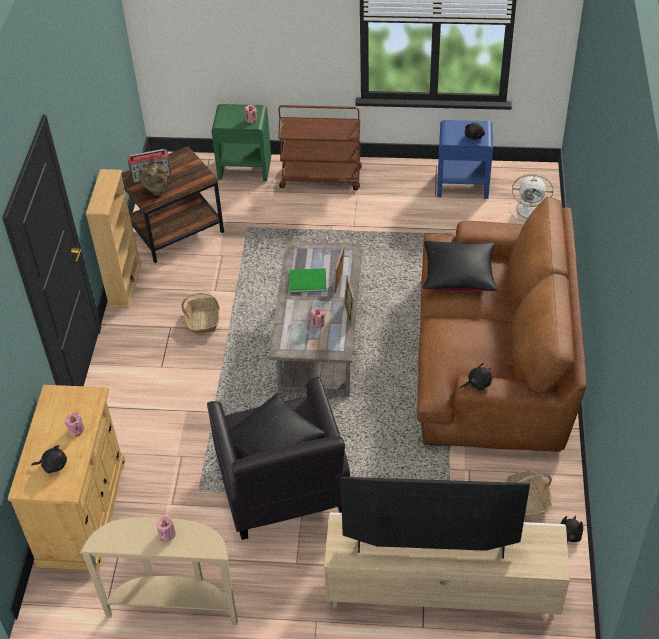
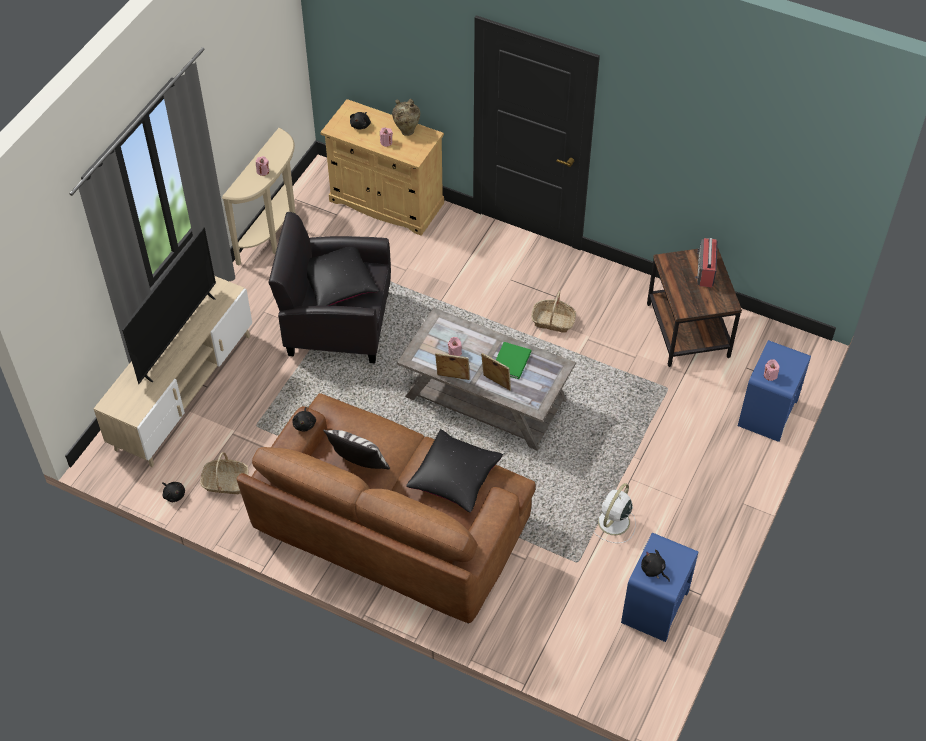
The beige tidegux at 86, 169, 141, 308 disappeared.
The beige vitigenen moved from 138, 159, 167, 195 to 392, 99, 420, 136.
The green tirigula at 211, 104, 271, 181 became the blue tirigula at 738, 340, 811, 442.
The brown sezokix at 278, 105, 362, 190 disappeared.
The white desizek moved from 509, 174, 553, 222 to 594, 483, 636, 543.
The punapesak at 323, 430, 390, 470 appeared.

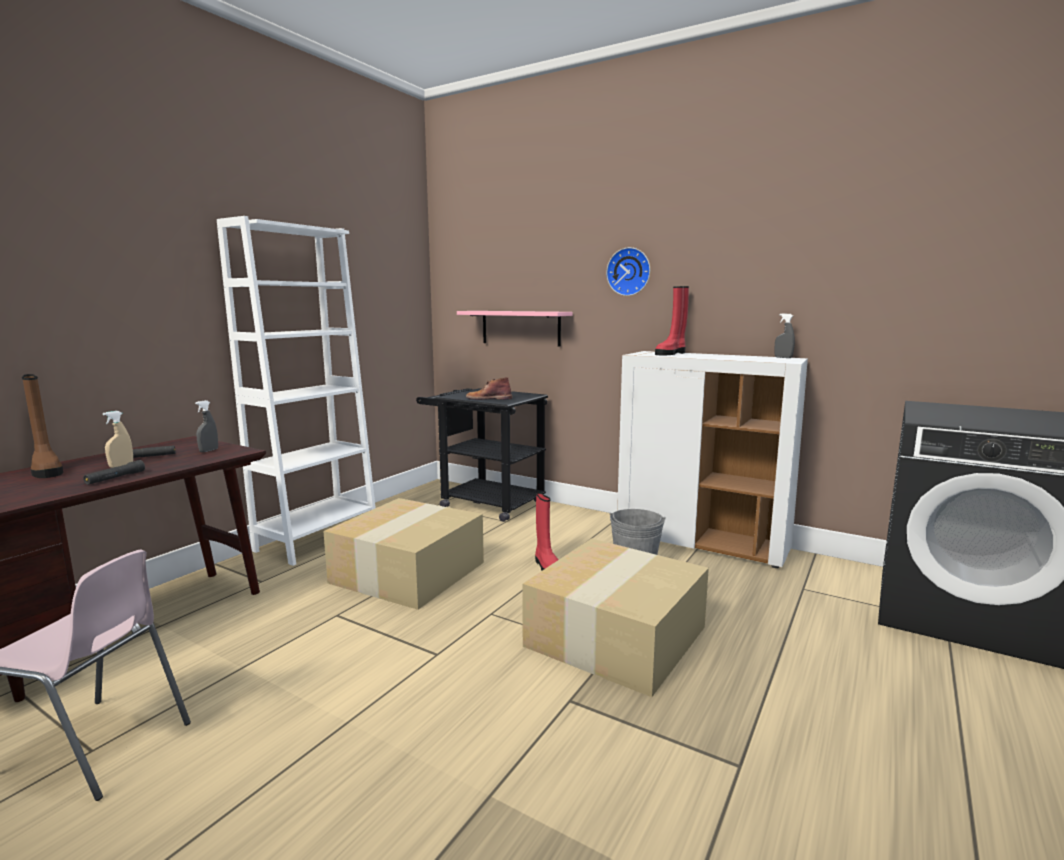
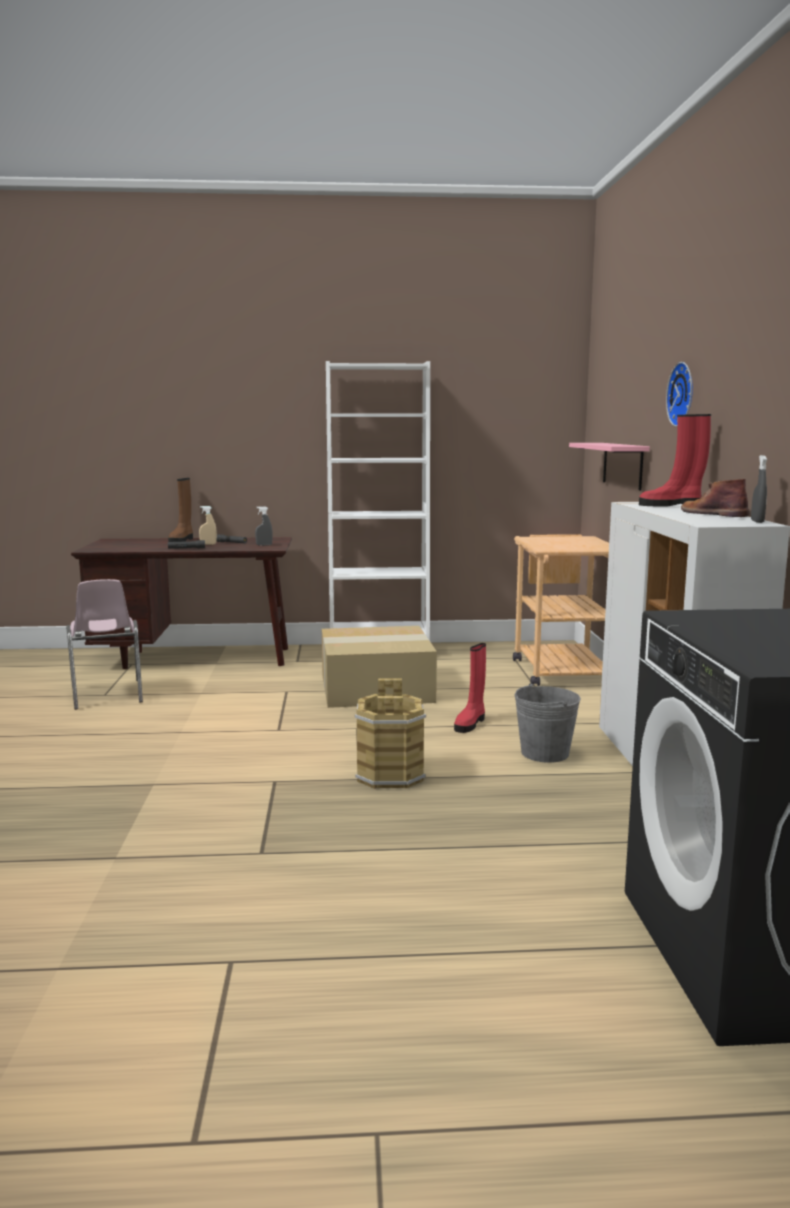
The black sezokix at 416, 388, 548, 522 became the beige sezokix at 513, 534, 609, 686.
The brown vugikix moved from 466, 377, 512, 400 to 681, 479, 750, 517.
The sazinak at 522, 538, 709, 697 was replaced by the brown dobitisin at 355, 679, 426, 789.

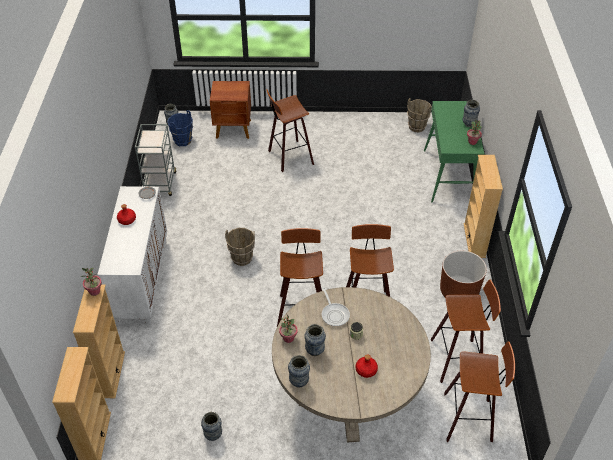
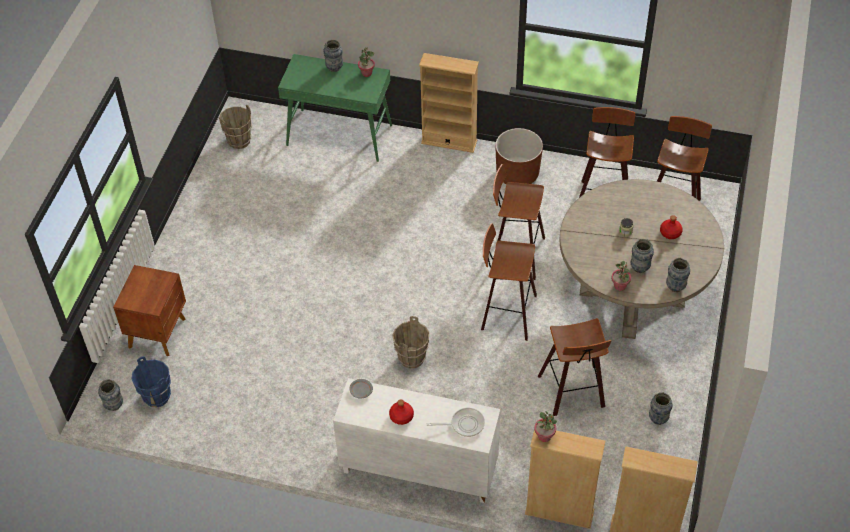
The grey sezokix at 135, 124, 176, 196 disappeared.
The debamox moved from 266, 89, 314, 172 to 538, 318, 611, 416.
The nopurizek moved from 322, 287, 350, 327 to 427, 408, 485, 437.

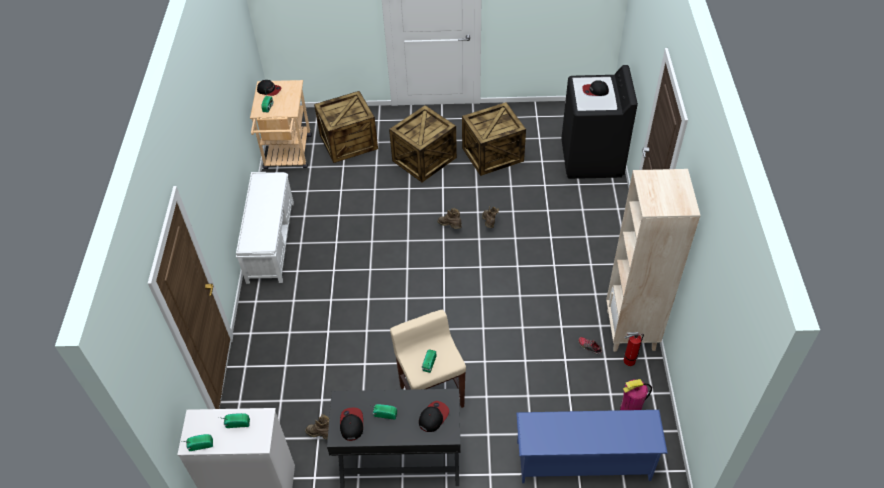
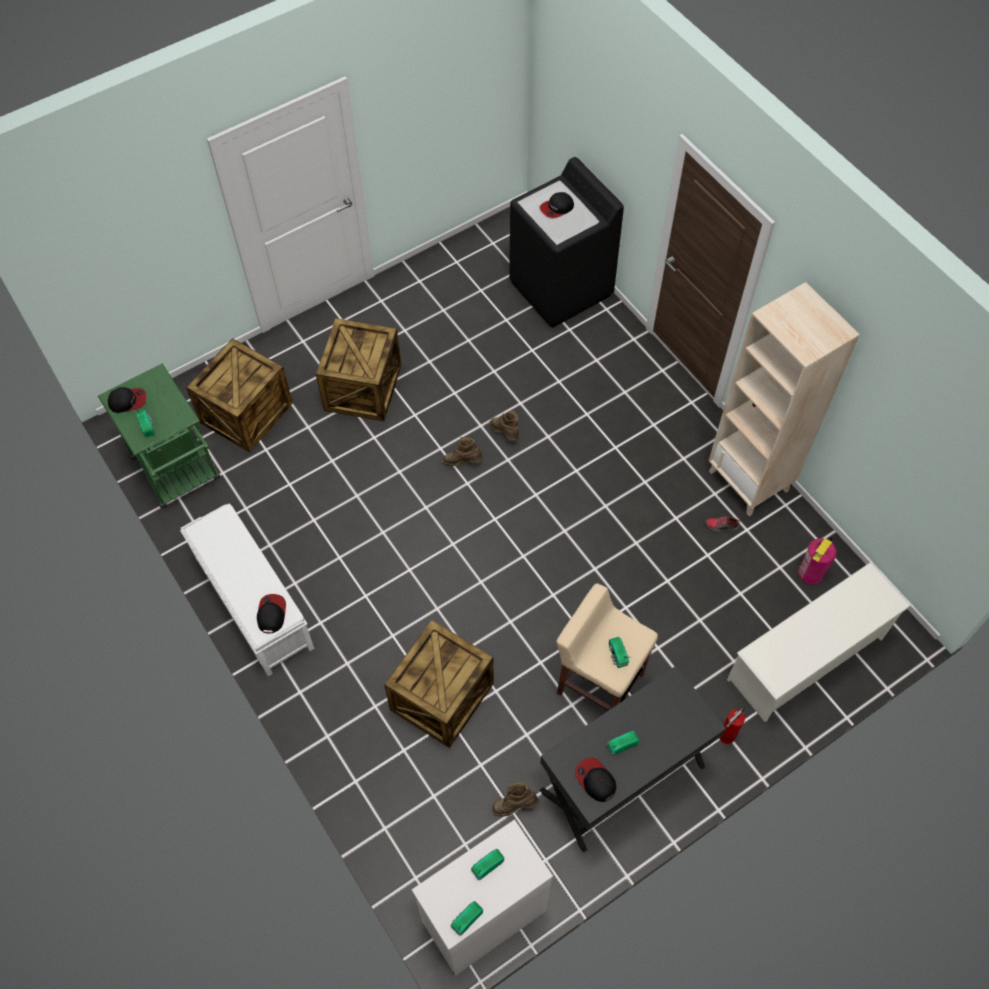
The beige sezokix at 250, 80, 312, 169 became the green sezokix at 98, 364, 220, 509.
The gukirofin moved from 419, 401, 449, 432 to 257, 594, 286, 634.
The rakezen moved from 462, 102, 526, 176 to 384, 620, 494, 748.
The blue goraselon at 516, 410, 668, 483 became the white goraselon at 727, 562, 910, 722.
The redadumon moved from 624, 331, 644, 366 to 719, 707, 745, 744.

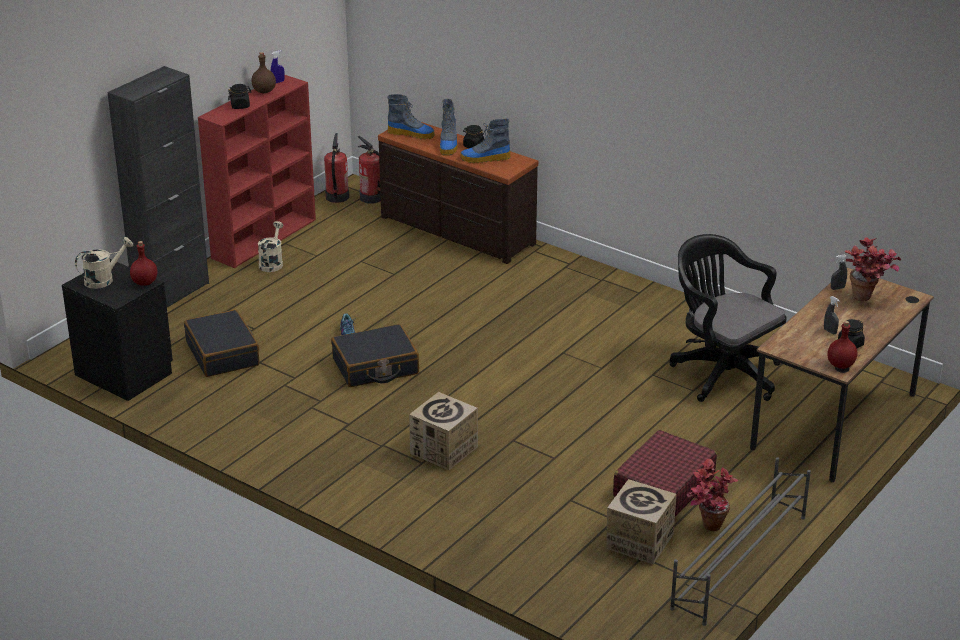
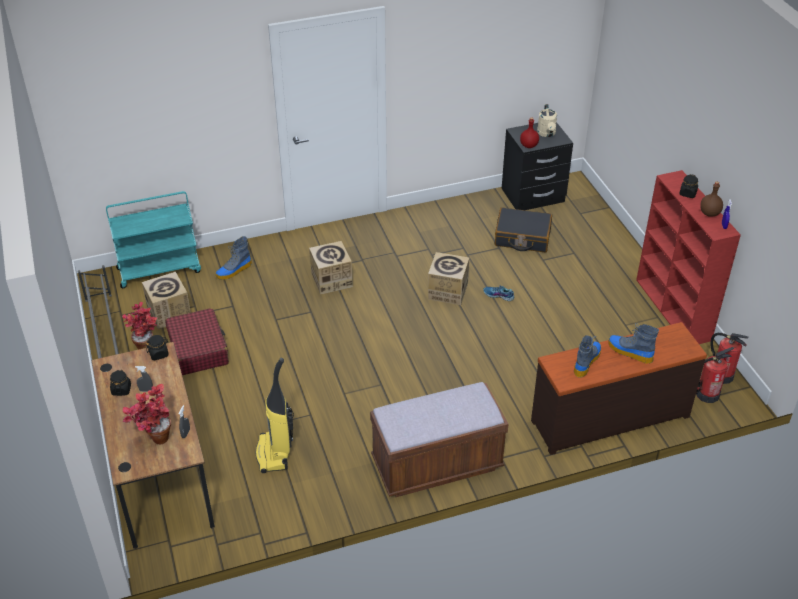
The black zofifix at 107, 66, 209, 307 disappeared.
The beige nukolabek at 258, 221, 284, 272 disappeared.
The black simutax at 331, 324, 419, 387 was replaced by the sazinak at 428, 252, 469, 305.
The vugikix moved from 387, 94, 435, 140 to 216, 236, 252, 280.
The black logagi moved from 463, 125, 484, 148 to 146, 335, 169, 361.
The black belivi at 670, 234, 787, 402 was replaced by the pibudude at 255, 358, 294, 473.
The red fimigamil at 827, 321, 857, 369 disappeared.
The turquoise sezokix at 106, 191, 201, 288 appeared.
The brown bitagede at 370, 382, 509, 497 appeared.

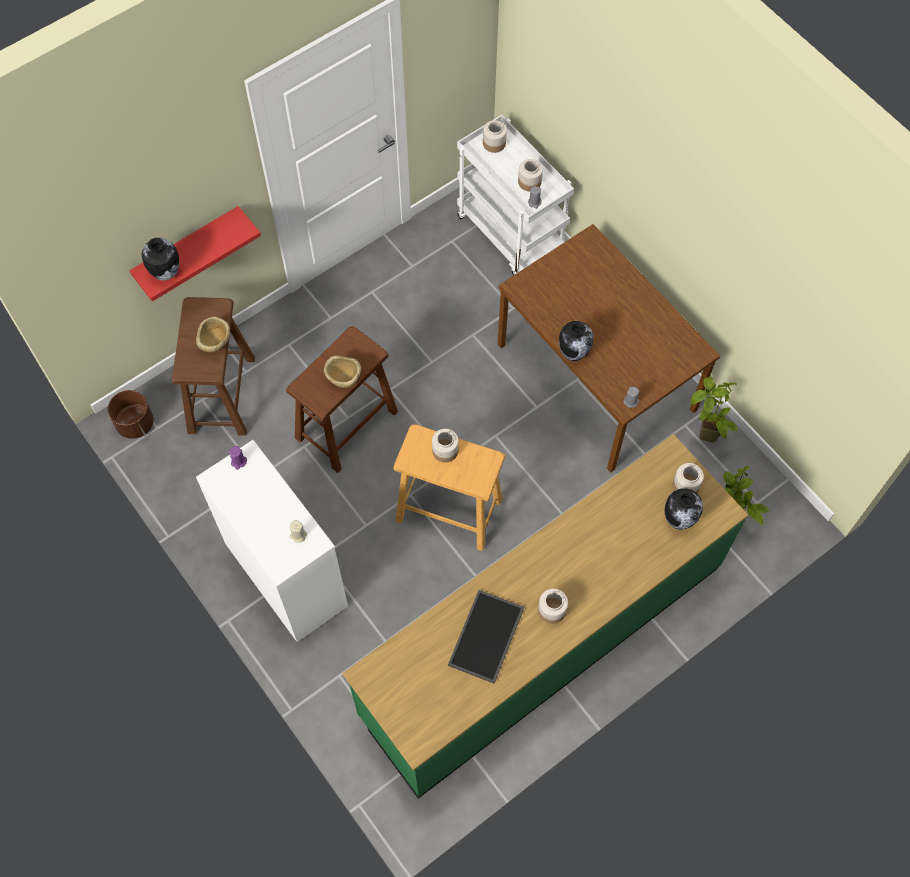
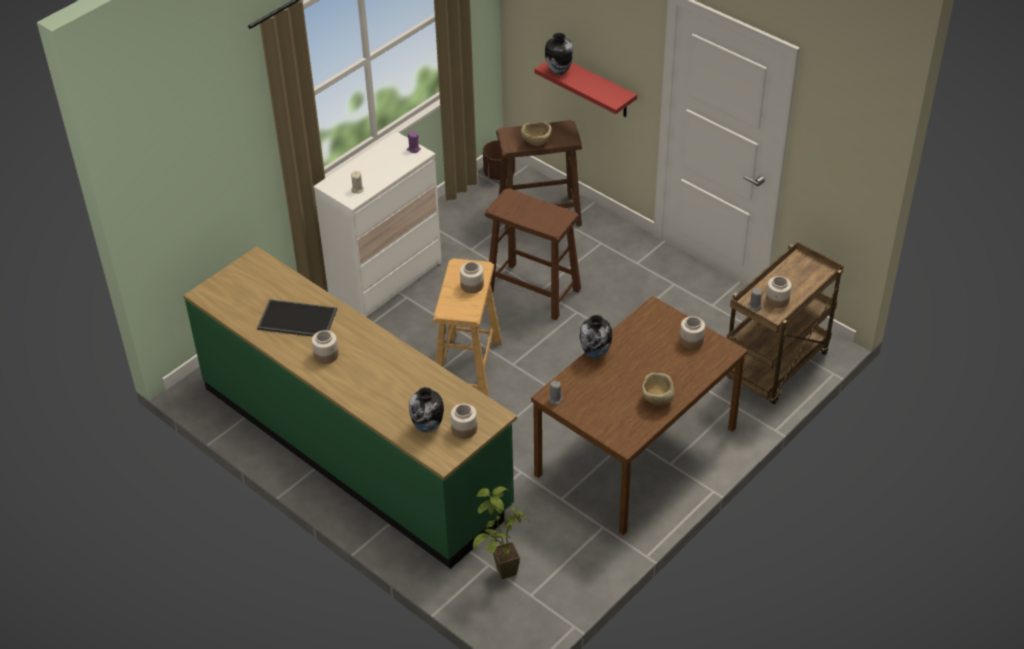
The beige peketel moved from 324, 355, 361, 388 to 642, 373, 675, 405.
The white sezokix at 457, 115, 574, 276 became the brown sezokix at 726, 241, 844, 404.
The logagi moved from 483, 120, 507, 153 to 680, 316, 705, 349.
The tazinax at 691, 377, 738, 443 disappeared.

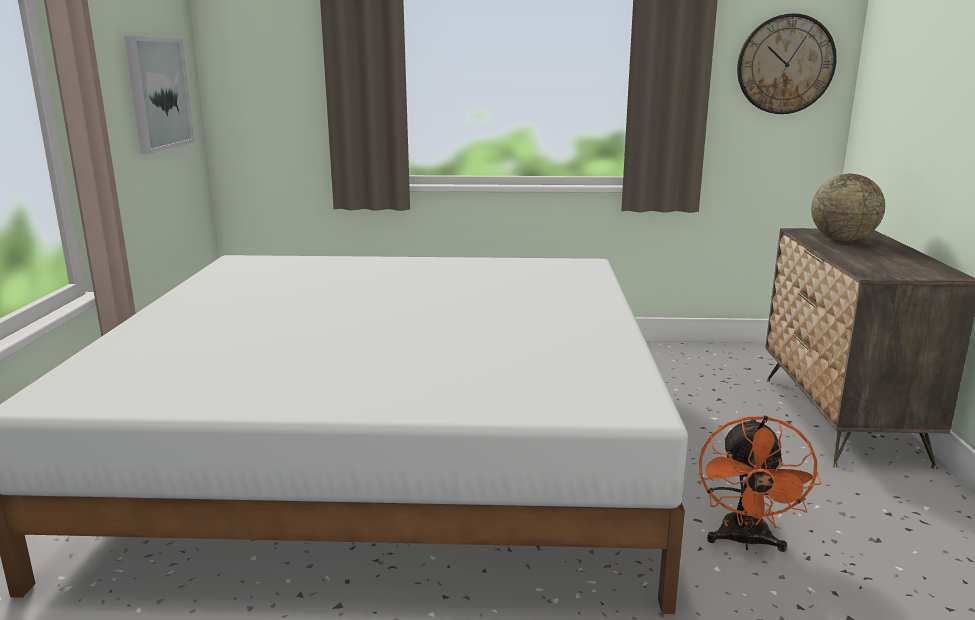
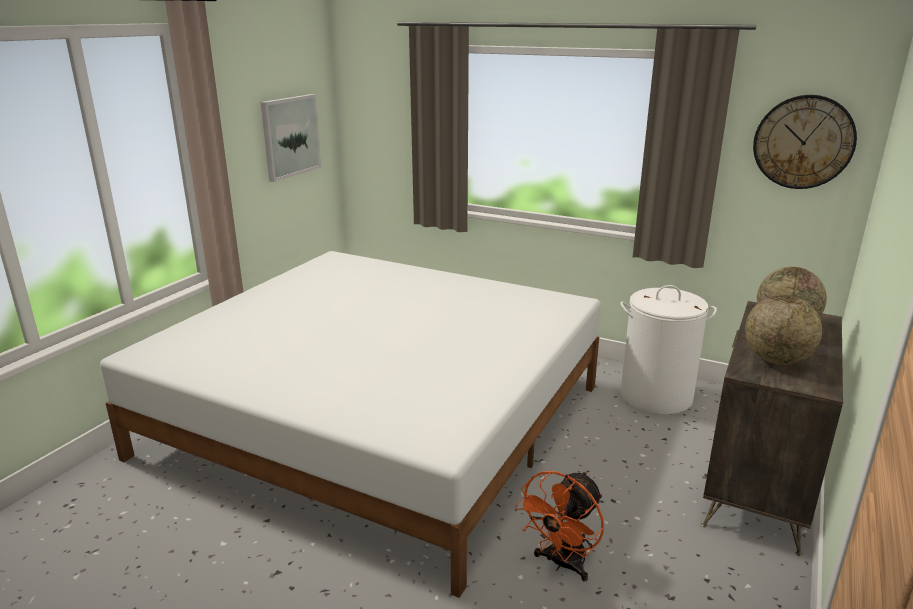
The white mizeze at 621, 285, 717, 414 appeared.
The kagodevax at 745, 295, 822, 365 appeared.

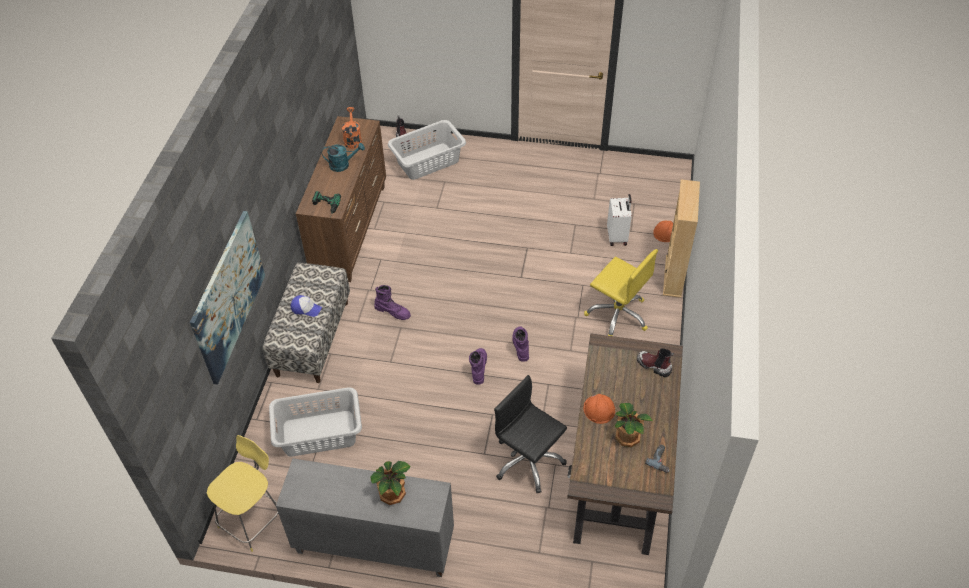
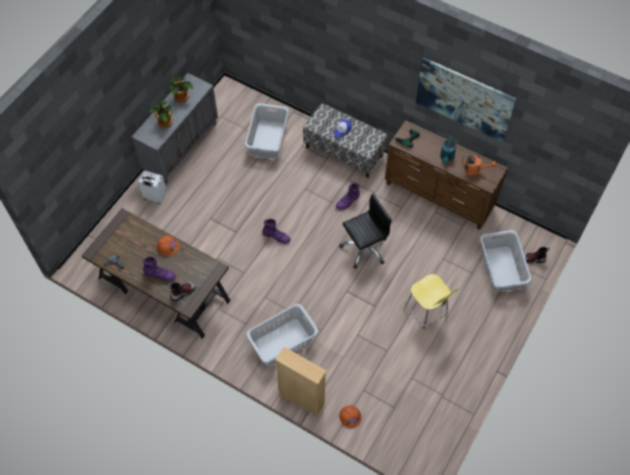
The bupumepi moved from 190, 211, 265, 385 to 416, 58, 517, 142.
The yellow debamox moved from 207, 435, 278, 552 to 404, 274, 458, 332.
The black belivi moved from 494, 375, 567, 493 to 339, 194, 392, 269.
The purple vugikix moved from 512, 326, 529, 362 to 143, 256, 176, 281.
The yellow belivi at 584, 249, 658, 336 was replaced by the grey mizeze at 246, 304, 319, 365.
The white simutax moved from 607, 194, 632, 246 to 138, 171, 167, 204.
The tazinax moved from 615, 403, 653, 447 to 169, 77, 193, 103.

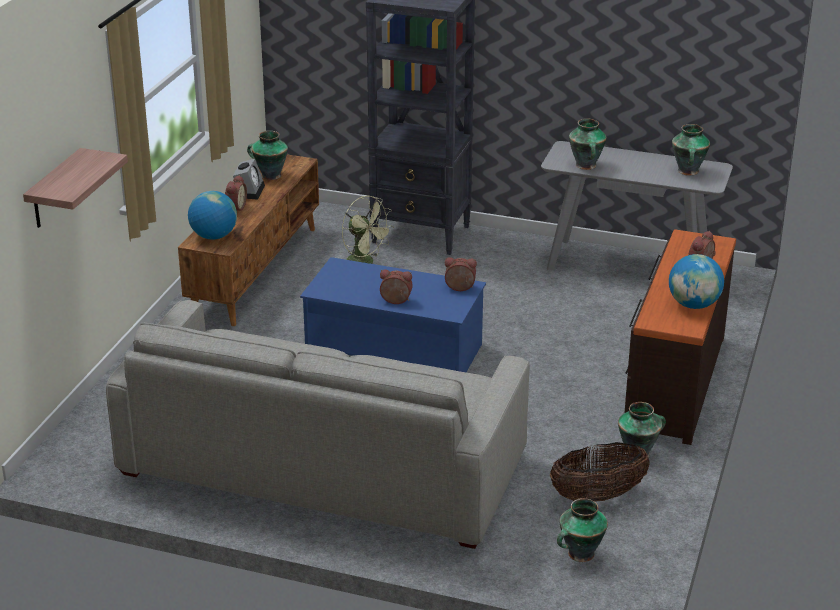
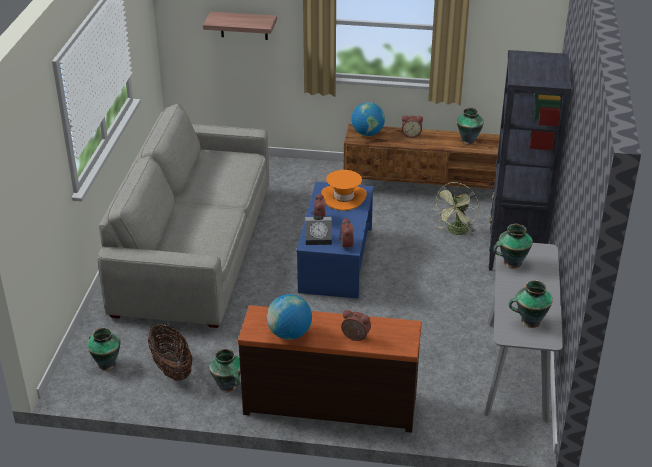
The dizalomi moved from 233, 159, 265, 200 to 305, 216, 332, 245.
The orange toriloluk at 321, 170, 367, 211 appeared.

